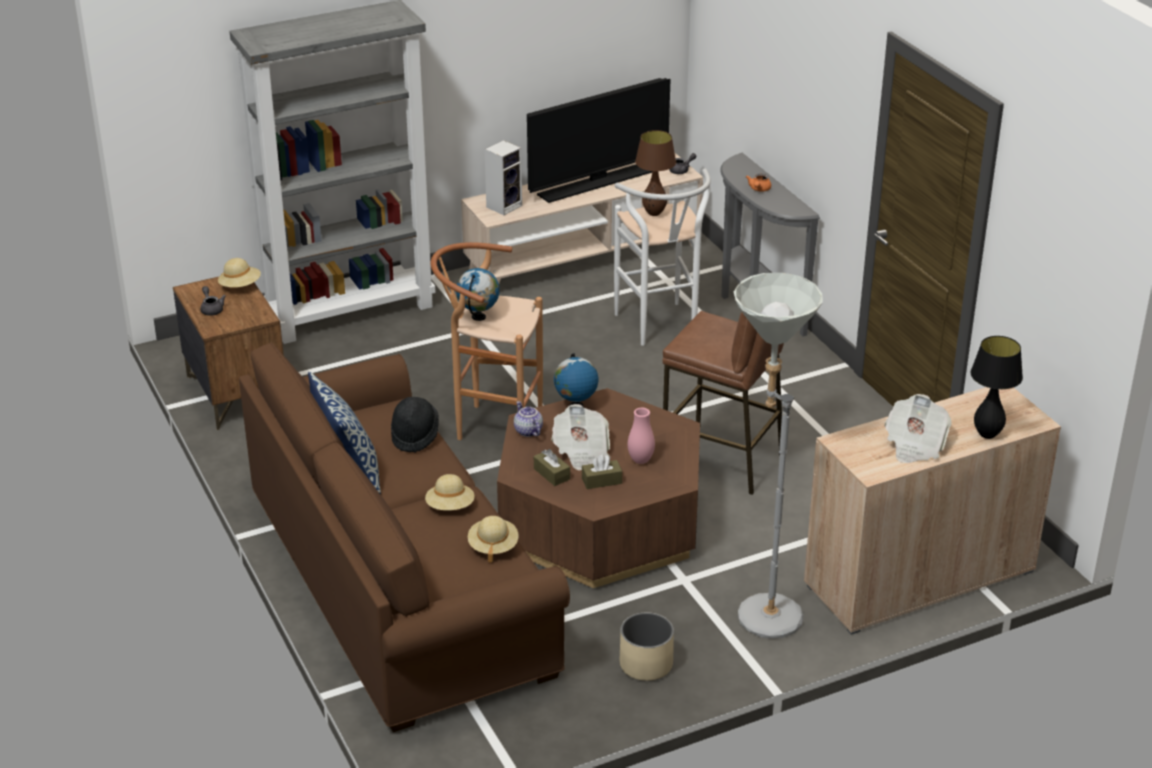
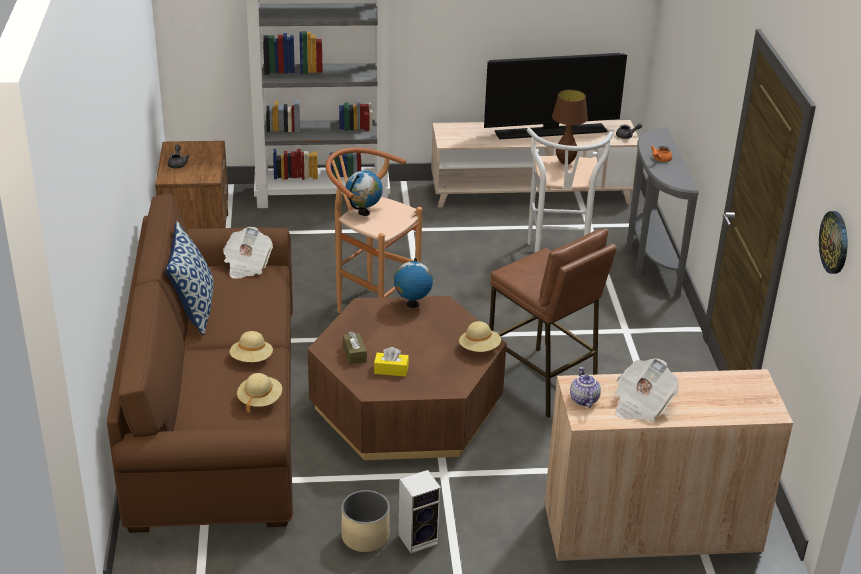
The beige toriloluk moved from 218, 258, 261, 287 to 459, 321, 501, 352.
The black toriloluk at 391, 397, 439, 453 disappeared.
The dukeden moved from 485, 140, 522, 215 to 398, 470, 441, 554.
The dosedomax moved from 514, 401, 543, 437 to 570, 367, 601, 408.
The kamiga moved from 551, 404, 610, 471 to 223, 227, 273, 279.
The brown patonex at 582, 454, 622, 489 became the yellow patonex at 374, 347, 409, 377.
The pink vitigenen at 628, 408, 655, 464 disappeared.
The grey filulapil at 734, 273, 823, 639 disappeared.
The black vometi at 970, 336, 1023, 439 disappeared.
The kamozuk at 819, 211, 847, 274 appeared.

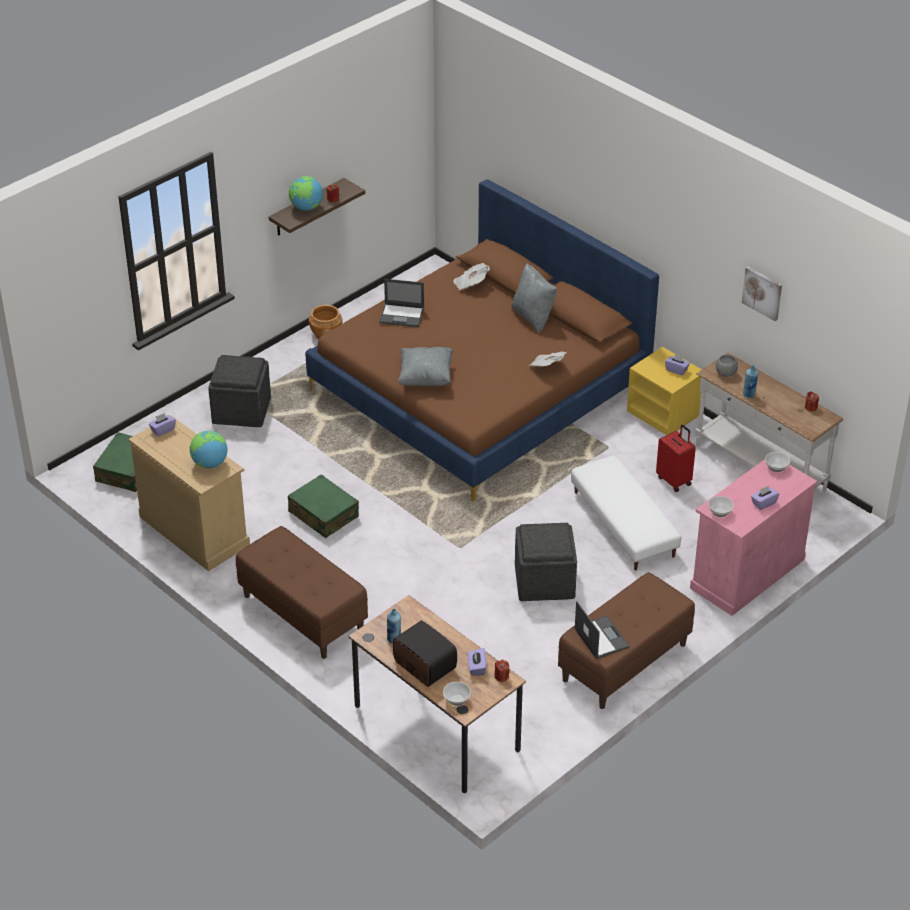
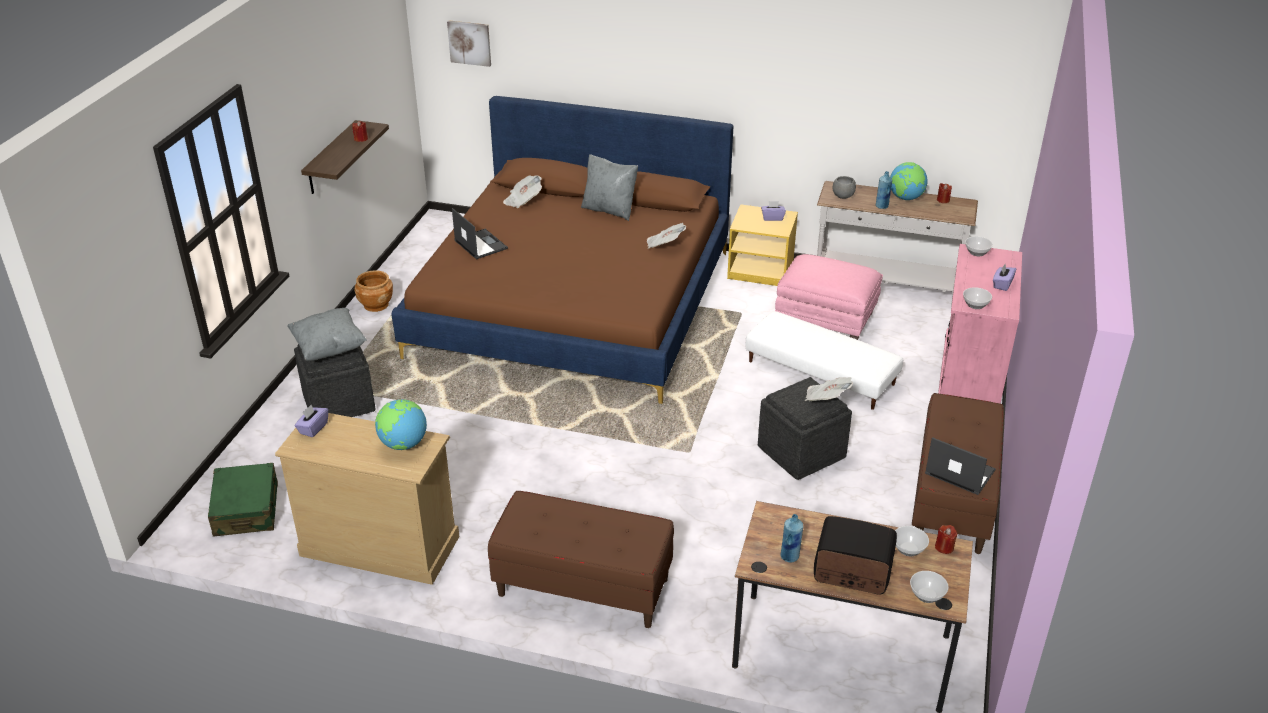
The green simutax at 288, 474, 359, 538 disappeared.
The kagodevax moved from 289, 176, 323, 211 to 890, 162, 928, 200.
The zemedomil at 379, 279, 424, 327 turned 105 degrees counterclockwise.
The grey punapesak moved from 398, 347, 454, 386 to 287, 308, 367, 361.
The purple patonex at 468, 648, 486, 676 was replaced by the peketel at 895, 526, 929, 556.
The red simutax at 656, 425, 696, 492 was replaced by the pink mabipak at 775, 254, 883, 340.
The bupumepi moved from 742, 267, 782, 321 to 447, 20, 491, 67.
The kamiga at 805, 377, 853, 401 appeared.

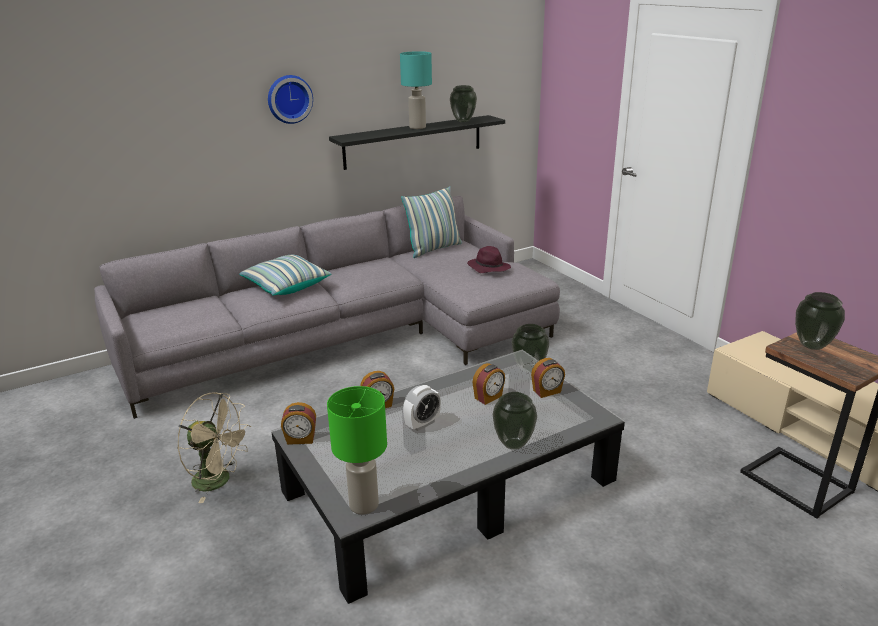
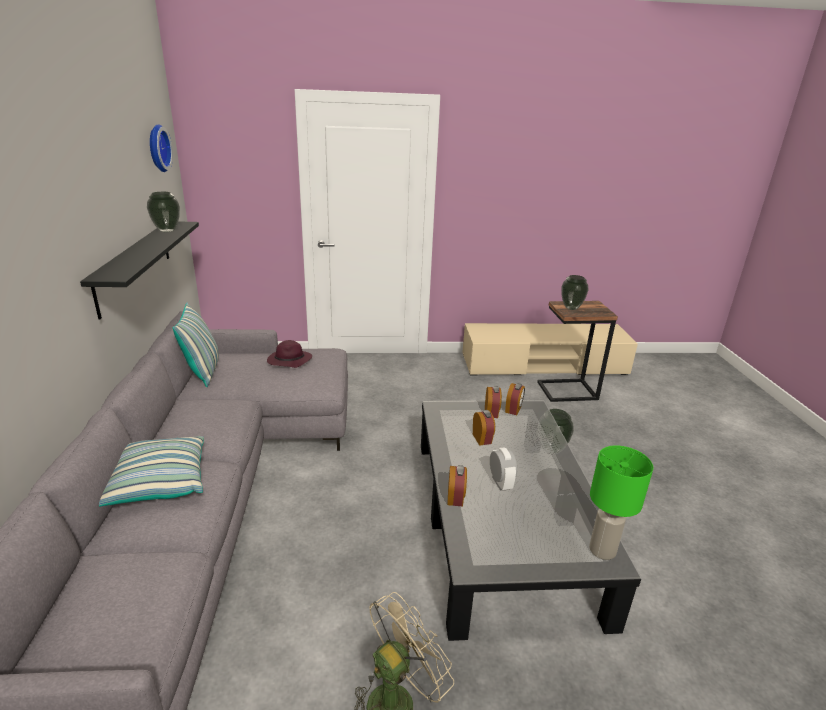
The kamozuk moved from 268, 75, 313, 124 to 150, 124, 173, 172.
The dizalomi moved from 281, 402, 316, 445 to 505, 383, 525, 415.
The turquoise vometi at 400, 51, 432, 129 disappeared.
The vitigenen at 512, 324, 549, 373 disappeared.

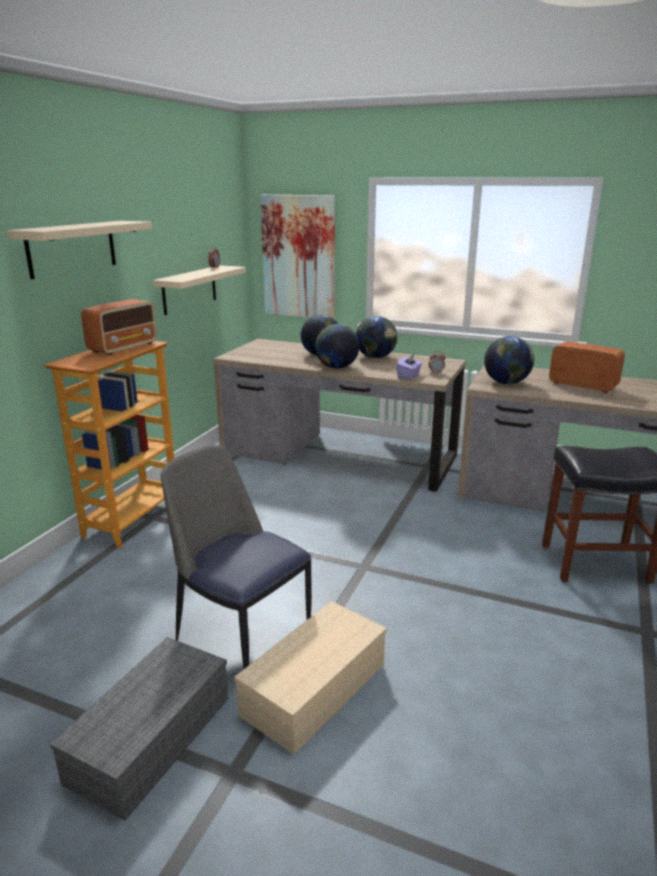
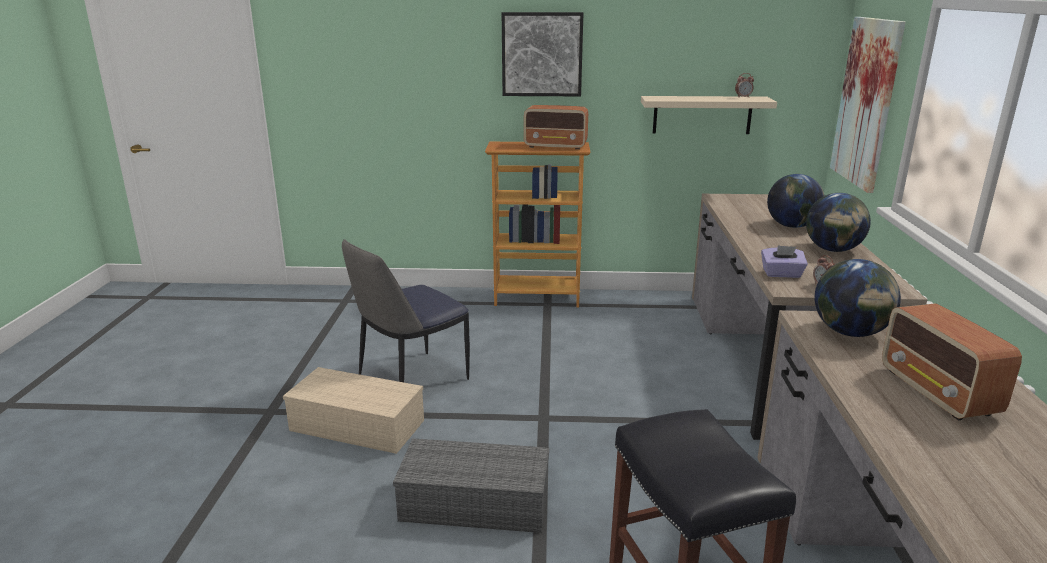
The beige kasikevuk at 7, 221, 152, 279 was replaced by the bupumepi at 502, 12, 583, 96.
The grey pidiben moved from 50, 637, 228, 821 to 393, 438, 549, 533.
The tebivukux at 161, 445, 312, 669 turned 150 degrees counterclockwise.
The kagodevax at 315, 324, 359, 369 disappeared.
The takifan at 549, 341, 625, 393 turned 150 degrees clockwise.

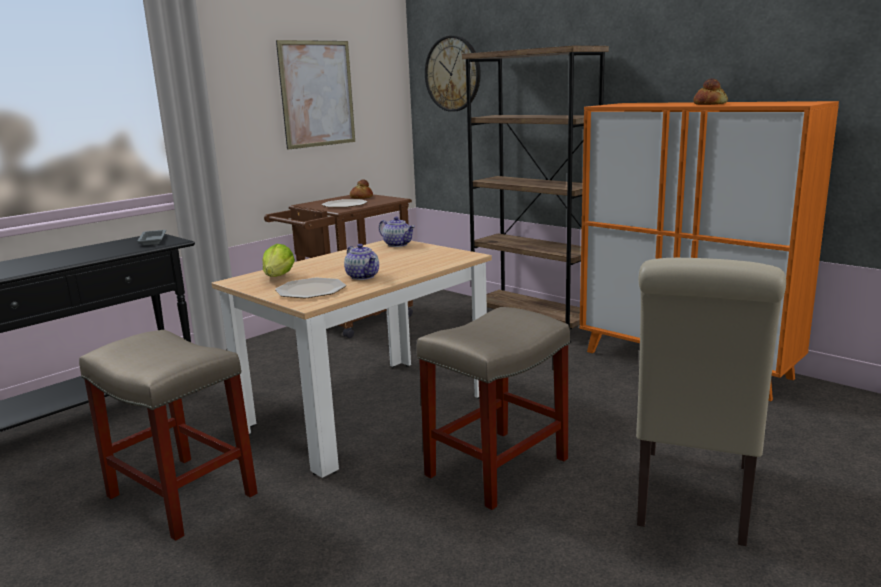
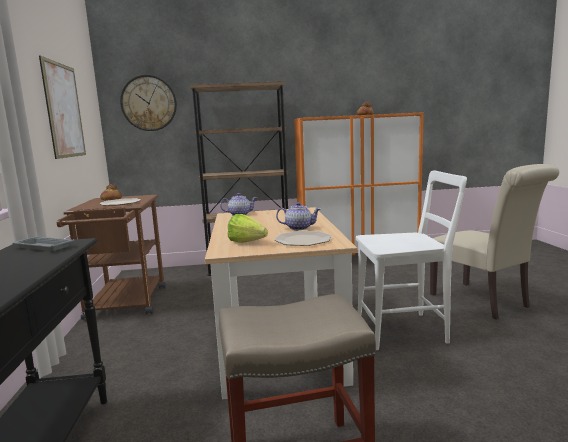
The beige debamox at 417, 307, 570, 510 was replaced by the white tebivukux at 356, 170, 467, 350.

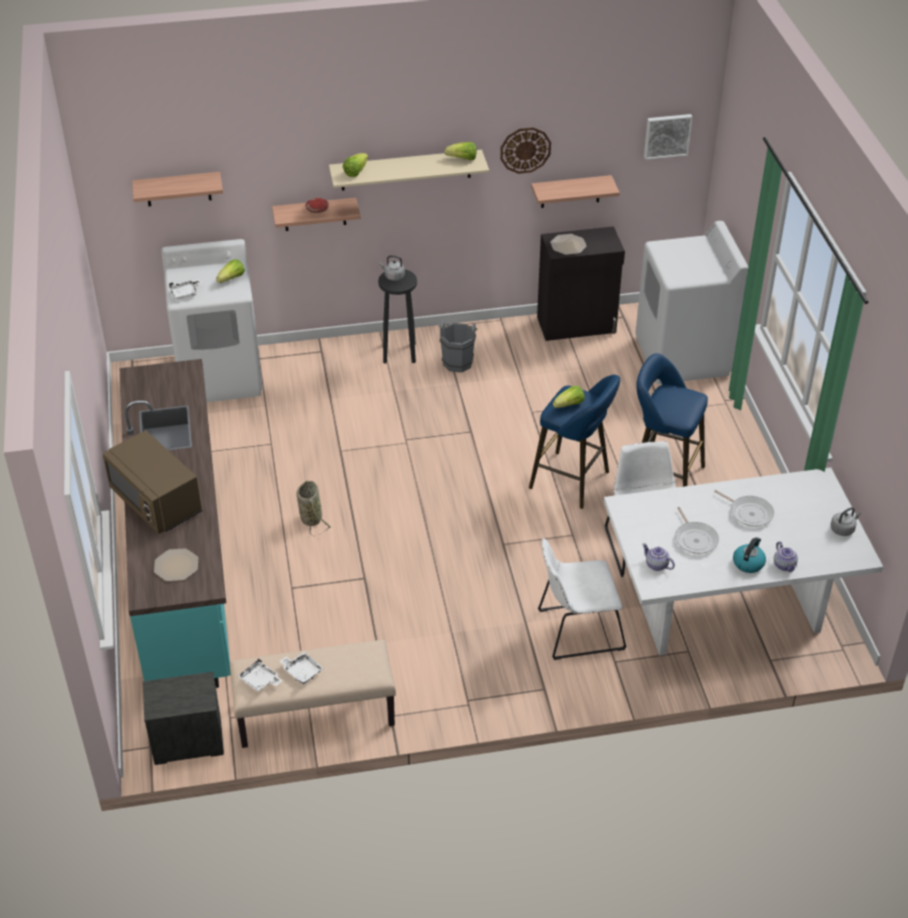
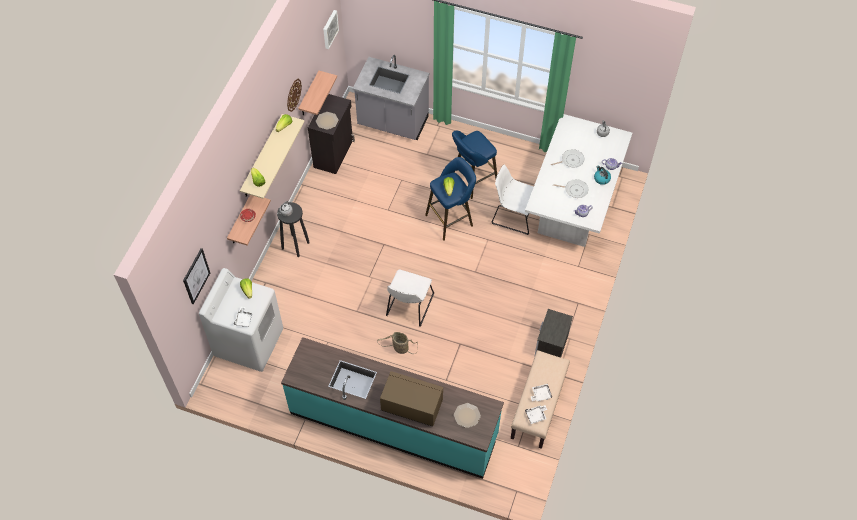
The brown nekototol at 102, 430, 202, 534 turned 150 degrees counterclockwise.
The kasikevuk at 132, 172, 223, 206 was replaced by the bupumepi at 183, 248, 210, 305.
The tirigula moved from 143, 672, 224, 765 to 534, 309, 573, 357.
The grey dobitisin at 439, 320, 477, 372 disappeared.
The white tebivukux moved from 538, 538, 627, 660 to 386, 269, 434, 327.
The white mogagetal at 635, 221, 748, 384 was replaced by the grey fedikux at 352, 55, 429, 140.

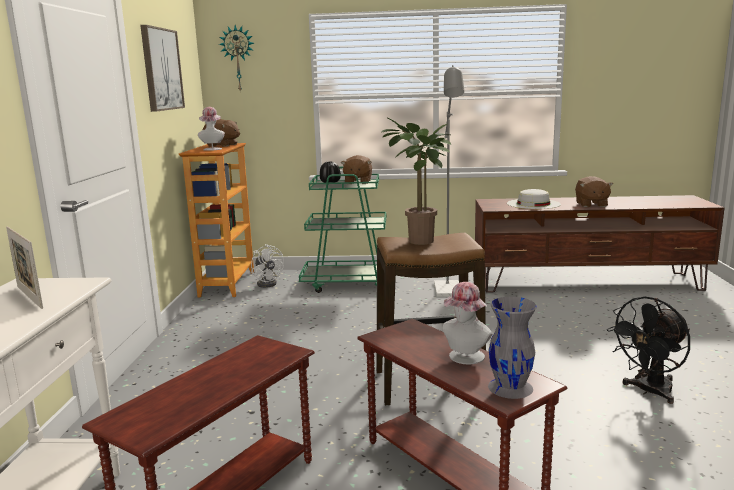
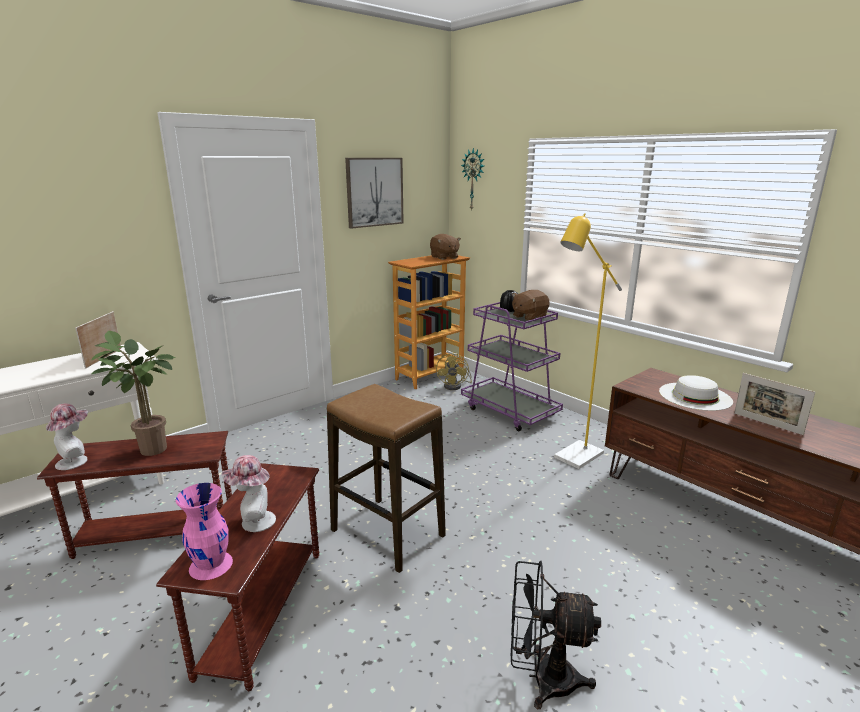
The toriloluk moved from 198, 107, 225, 151 to 46, 403, 88, 470.
The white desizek at 251, 244, 284, 288 became the yellow desizek at 436, 352, 472, 390.
The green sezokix at 299, 167, 386, 293 became the purple sezokix at 461, 302, 563, 431.
The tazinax moved from 381, 117, 451, 245 to 91, 331, 176, 456.
The grey filulapil at 434, 65, 464, 297 became the yellow filulapil at 554, 213, 622, 469.
The grey vitigenen at 488, 297, 537, 399 became the pink vitigenen at 176, 483, 233, 580.
The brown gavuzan at 575, 176, 613, 207 was replaced by the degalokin at 734, 373, 815, 435.

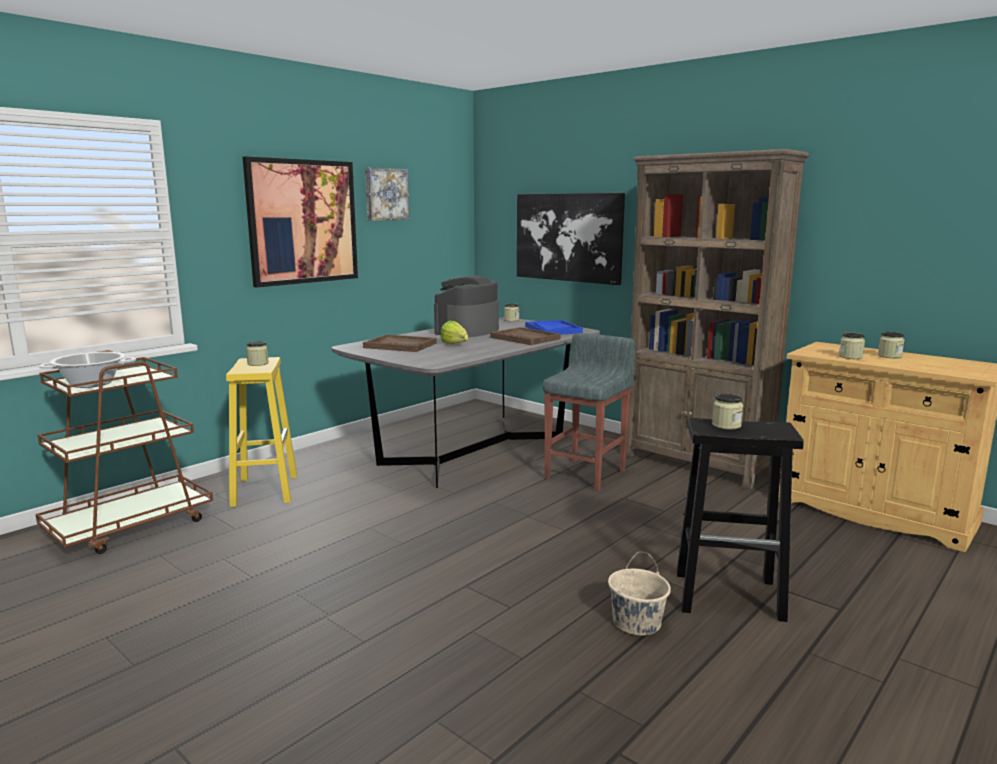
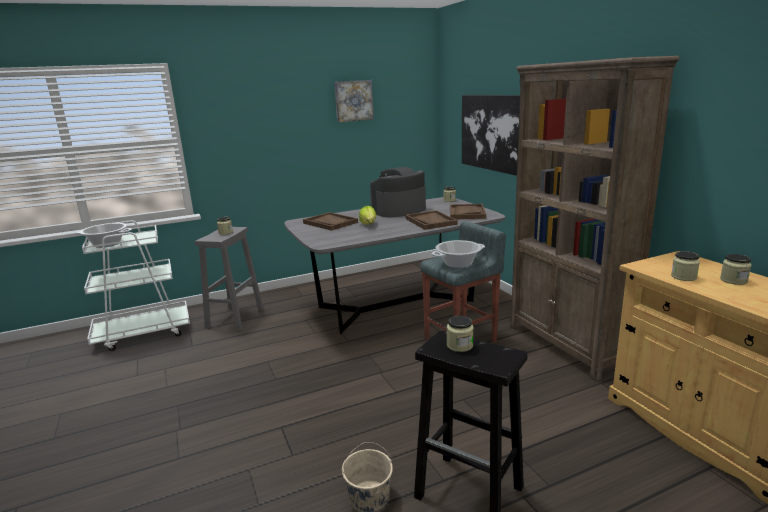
The brown sezokix at 36, 350, 213, 554 became the white sezokix at 82, 220, 190, 351.
The yellow debamox at 226, 357, 297, 507 became the grey debamox at 195, 227, 264, 331.
The bupumepi at 243, 157, 358, 288 disappeared.
The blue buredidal at 525, 320, 583, 334 became the brown buredidal at 450, 204, 486, 219.
The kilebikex at 431, 240, 485, 268 appeared.

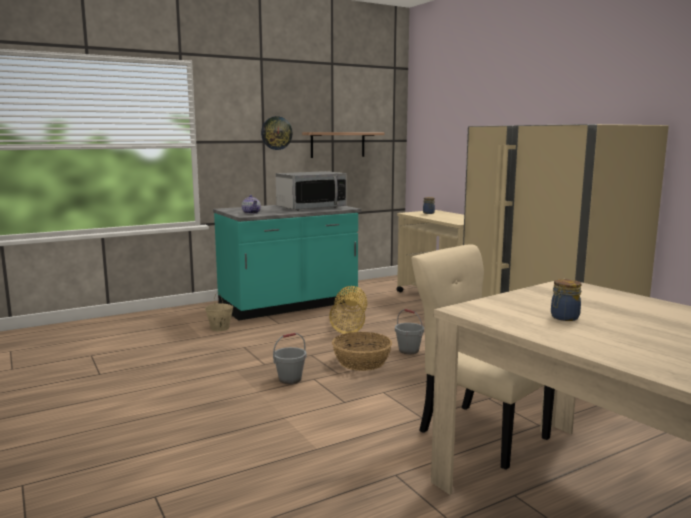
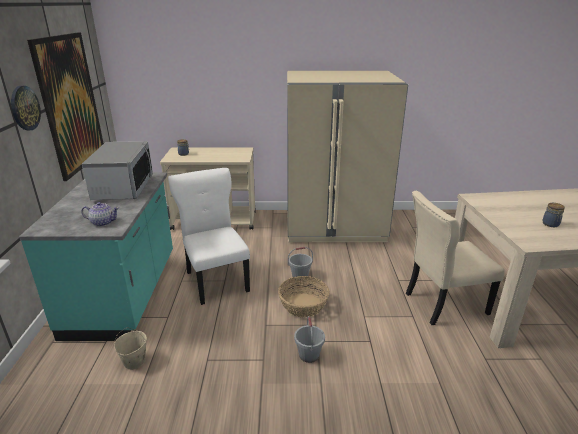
The kasikevuk at 302, 132, 385, 158 was replaced by the bupumepi at 27, 32, 104, 181.
The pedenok at 329, 286, 367, 334 was replaced by the white tebivukux at 168, 168, 250, 305.

